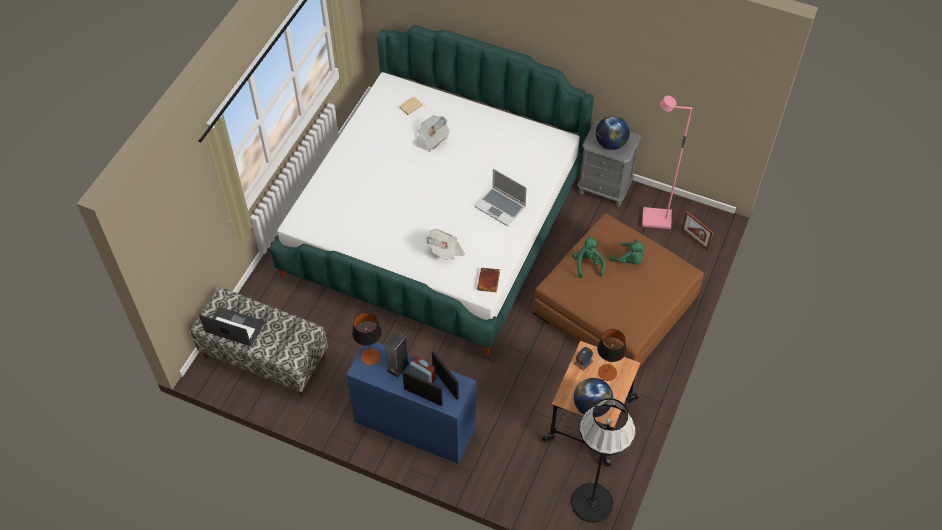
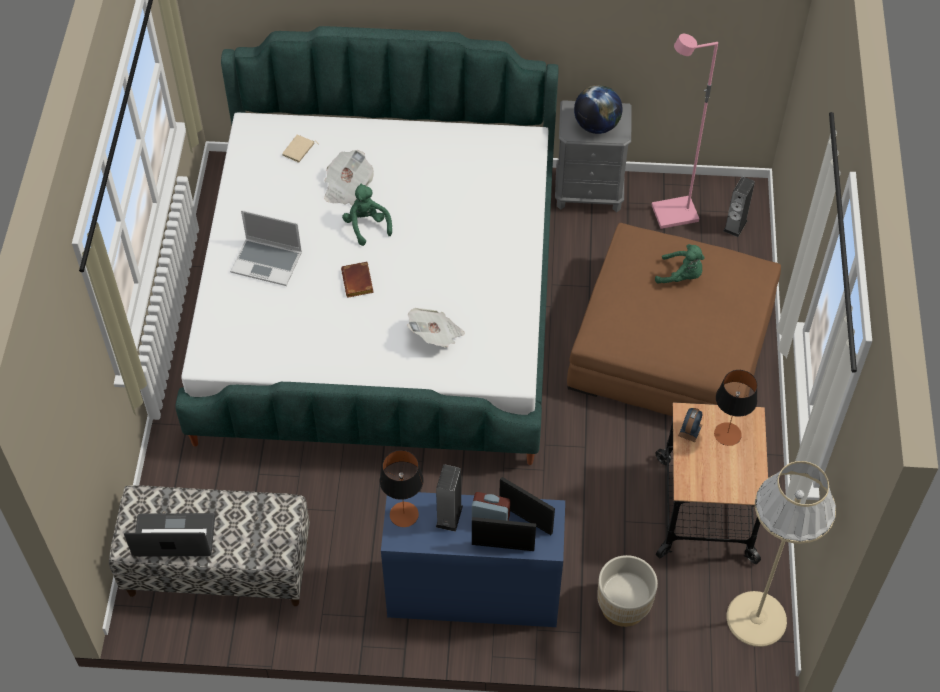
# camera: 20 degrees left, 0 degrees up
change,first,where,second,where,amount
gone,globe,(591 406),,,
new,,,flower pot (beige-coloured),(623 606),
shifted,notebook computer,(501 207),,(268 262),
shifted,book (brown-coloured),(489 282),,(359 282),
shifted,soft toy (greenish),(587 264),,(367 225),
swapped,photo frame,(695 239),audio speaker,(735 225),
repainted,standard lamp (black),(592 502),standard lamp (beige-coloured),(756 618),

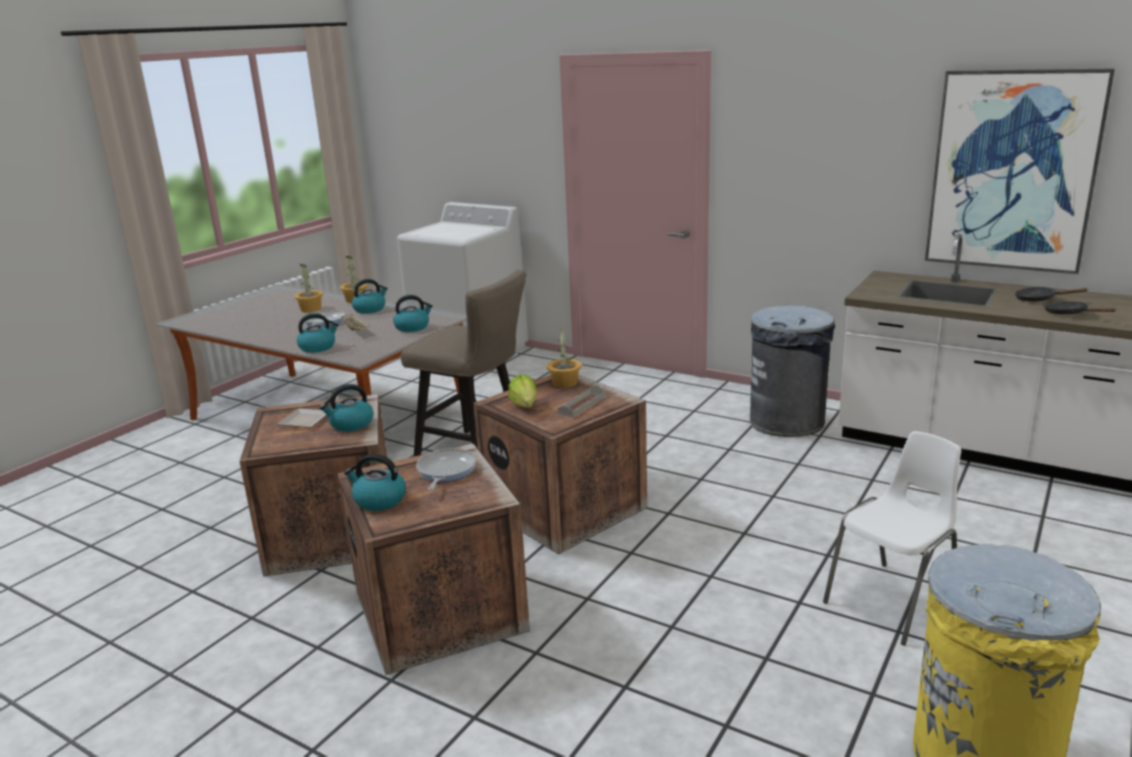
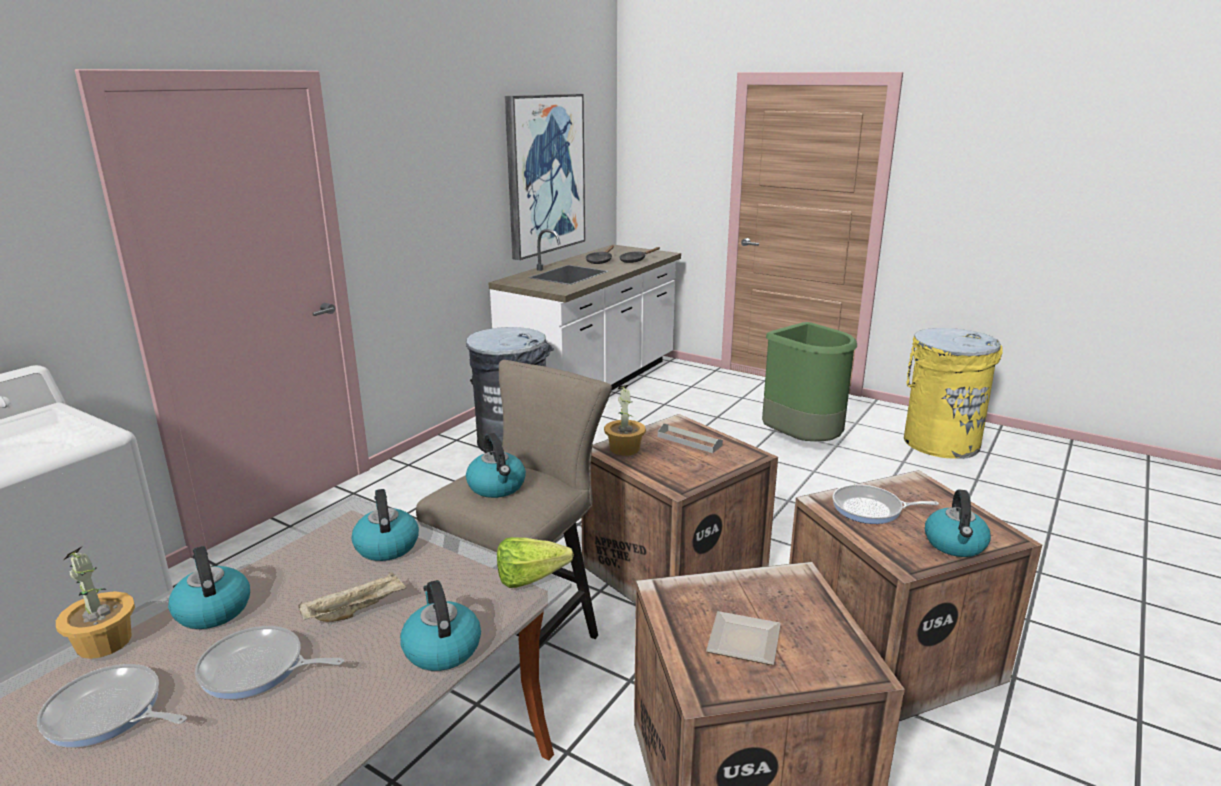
# camera: 90 degrees left, 0 degrees up
change,first,where,second,where,amount
shifted,tea kettle,(351 424),,(497 487),
shifted,lettuce head,(524 408),,(536 579),
swapped,plant in a pot,(310 309),skillet,(108 713),
swapped,upright chair (whitish),(893 601),trash can (greenish),(803 442),

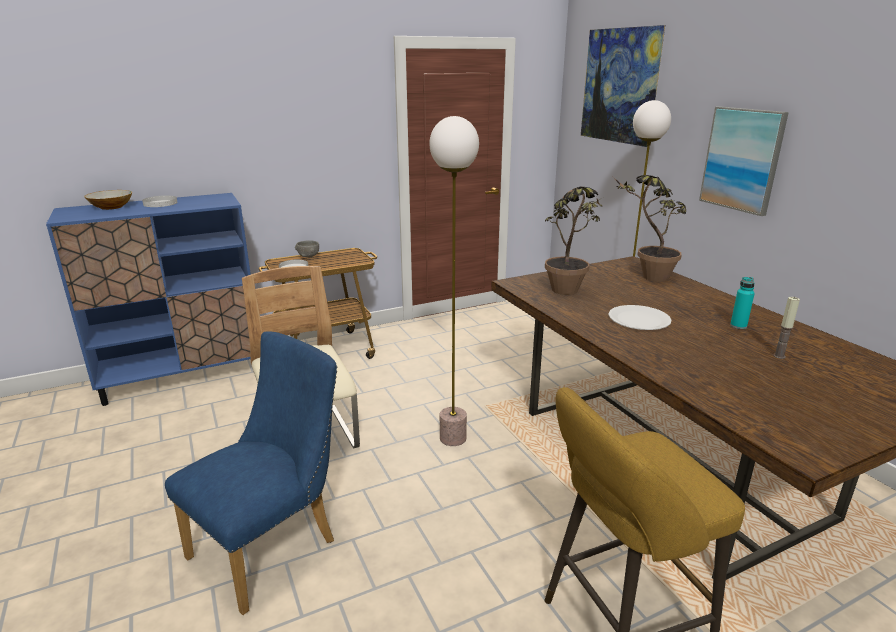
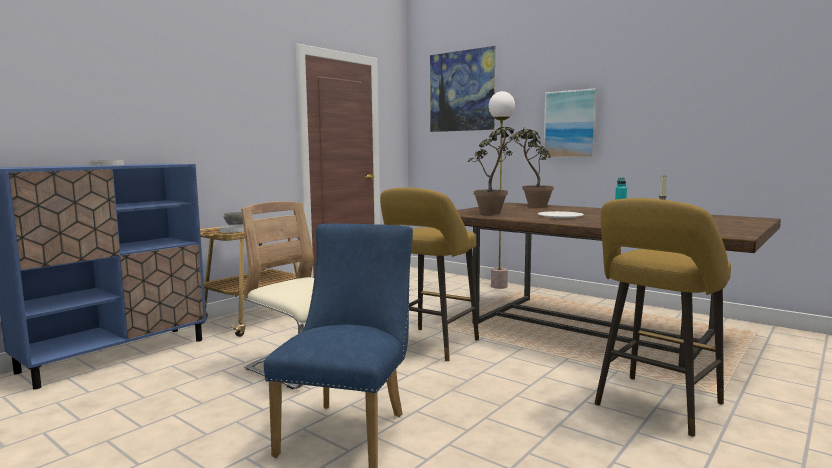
# camera: 25 degrees left, 15 degrees down
change,first,where,second,where,amount
gone,bowl,(111 207),,,
swapped,standard lamp,(452 438),stool (yellow-coloured),(429 345),

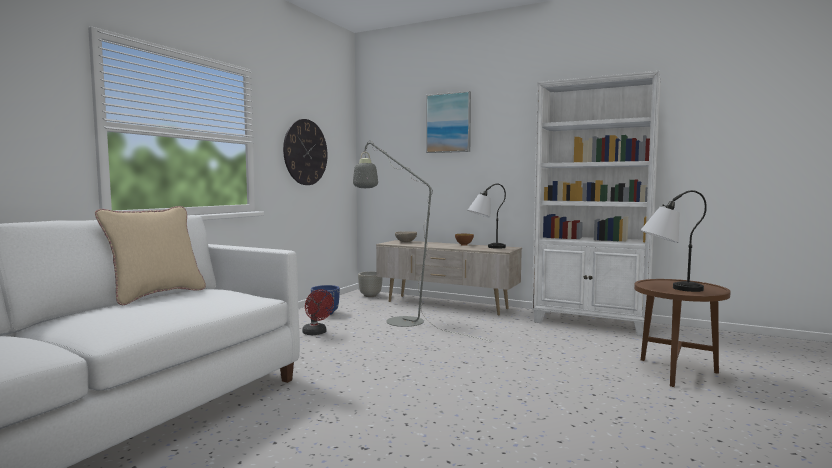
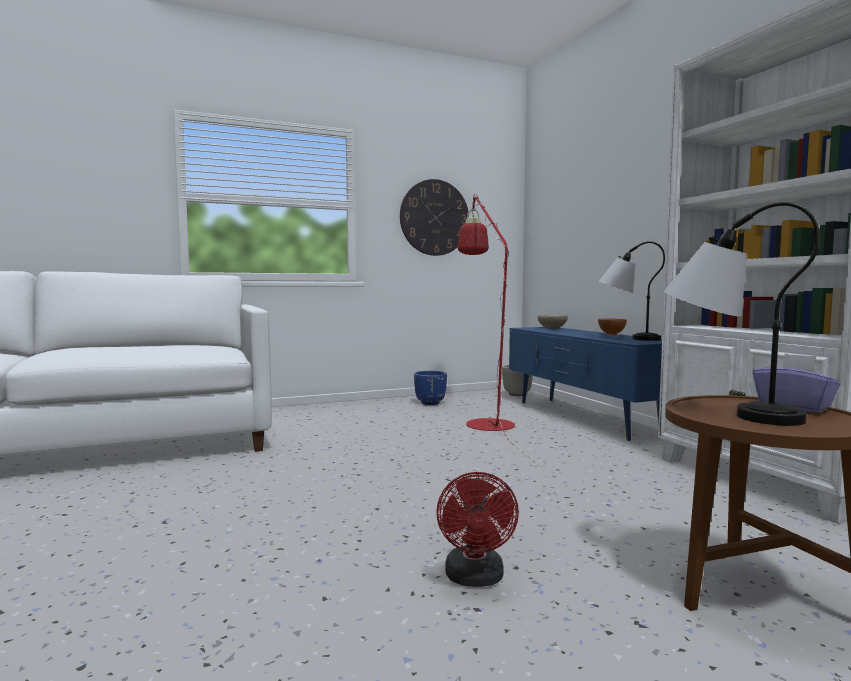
# camera: 40 degrees right, 0 degrees up
change,first,where,second,where,amount
gone,cushion (beige-coloured),(156 295),,,
gone,wall picture,(448 123),,,
new,,,box of tissues (purple-coloured),(794 406),
shifted,fan (reddish),(316 333),,(475 579),
repainted,standard lamp (gray),(397 319),standard lamp (reddish),(486 421),
repainted,media console (beige-coloured),(446 305),media console (blue),(583 418),

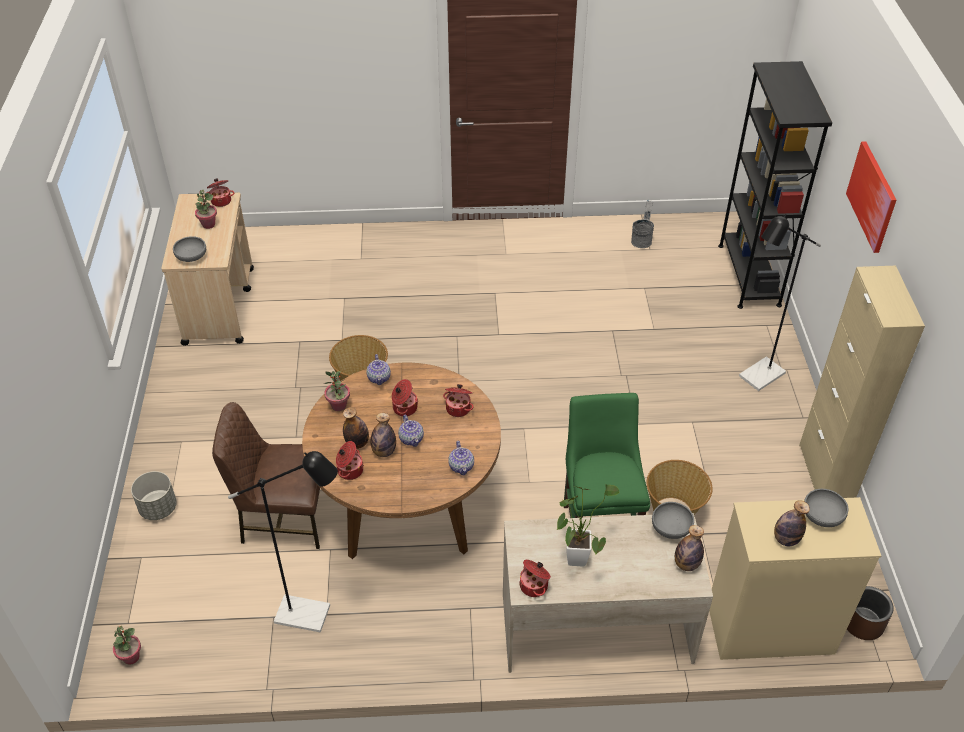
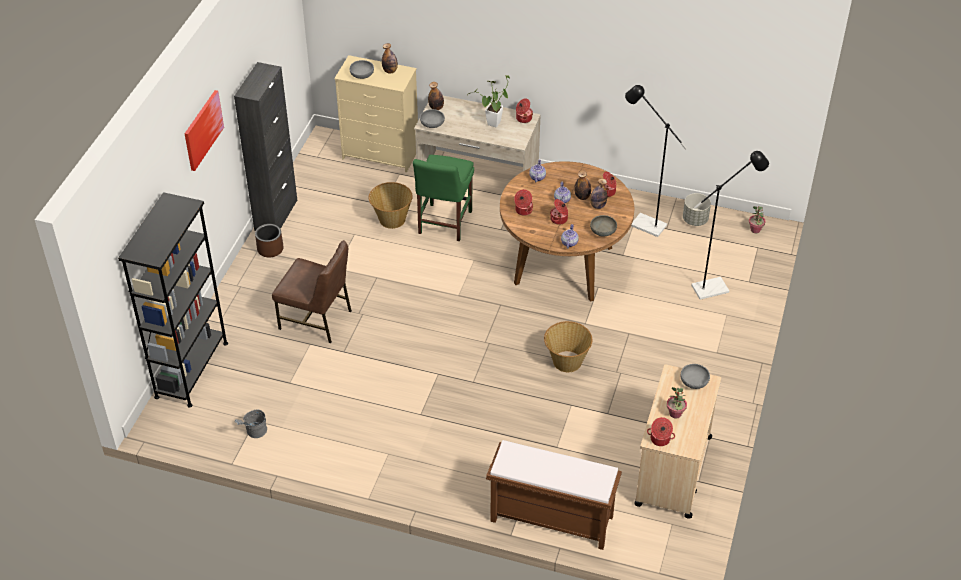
# camera: 160 degrees left, 0 degrees up
change,first,where,second,where,amount
new,,,bench (brown-coloured),(550 519),
shifted,flower pot (gray),(158 508),,(695 220),
shifted,upright chair (brown-coloured),(284 517),,(317 319),
shifted,standard lamp (black),(756 378),,(716 287),
shifted,flower pot (brown-coloured),(863 623),,(270 249),
swapped,plant in a pot,(339 405),bowl (gray),(603 231),
repainted,cabinet (beige-coloured),(825 473),cabinet (black),(276 215),

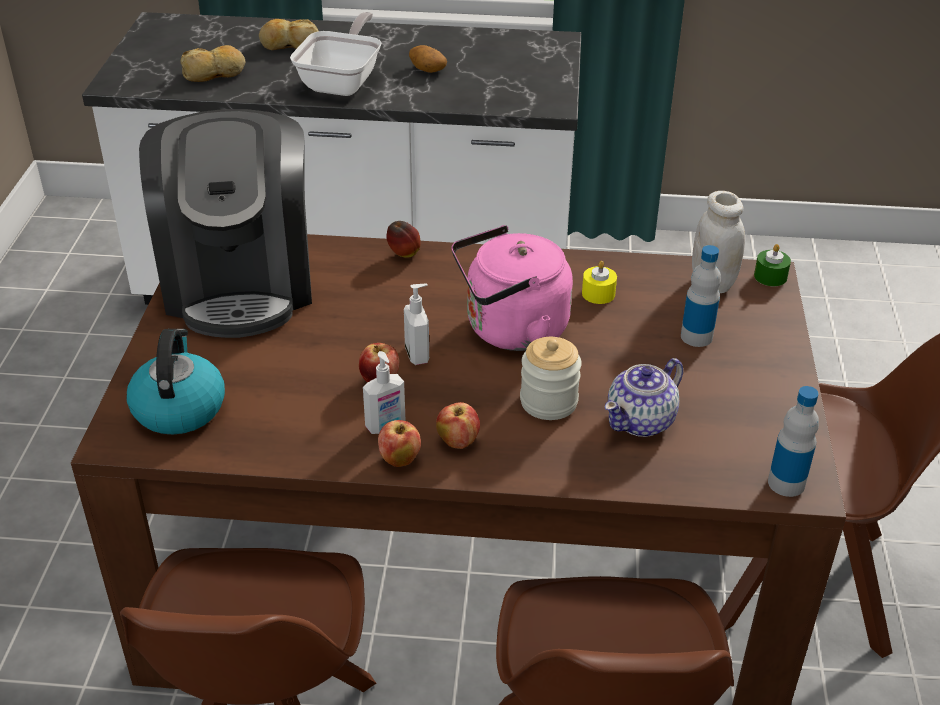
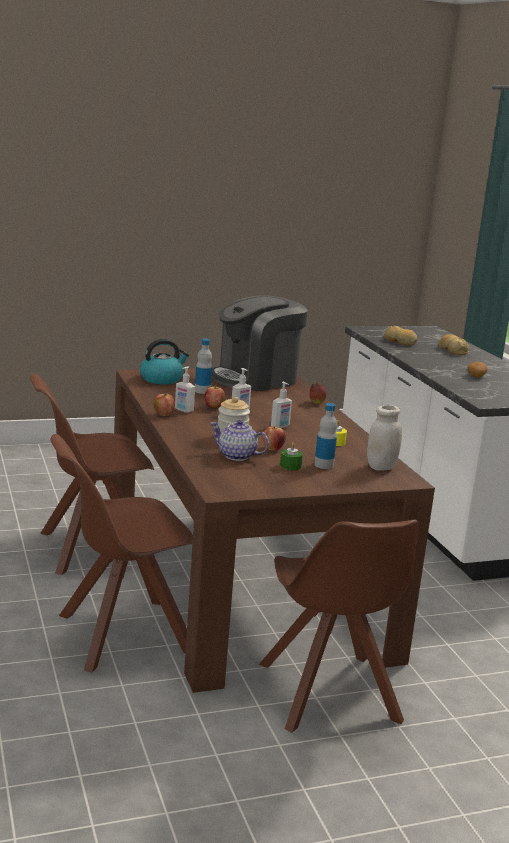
# camera: 65 degrees right, 20 degrees down
change,first,where,second,where,amount
gone,skillet,(343 82),,,
shifted,apple,(458 441),,(273 449),
shifted,wax candle (greenish),(770 276),,(290 466),
shifted,beverage bottle,(786 483),,(202 391),
swapped,tea kettle (pink),(510 330),soap bottle,(280 426),

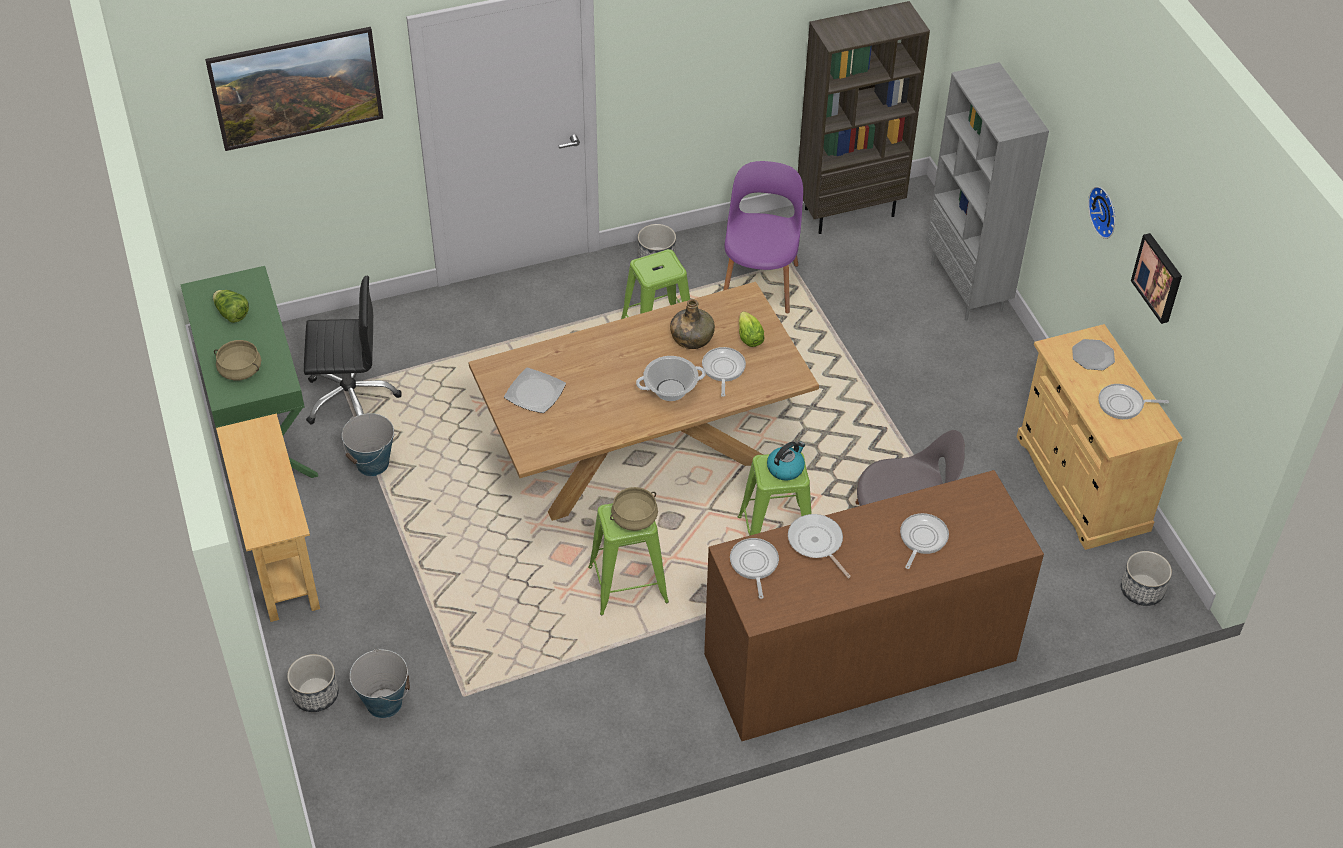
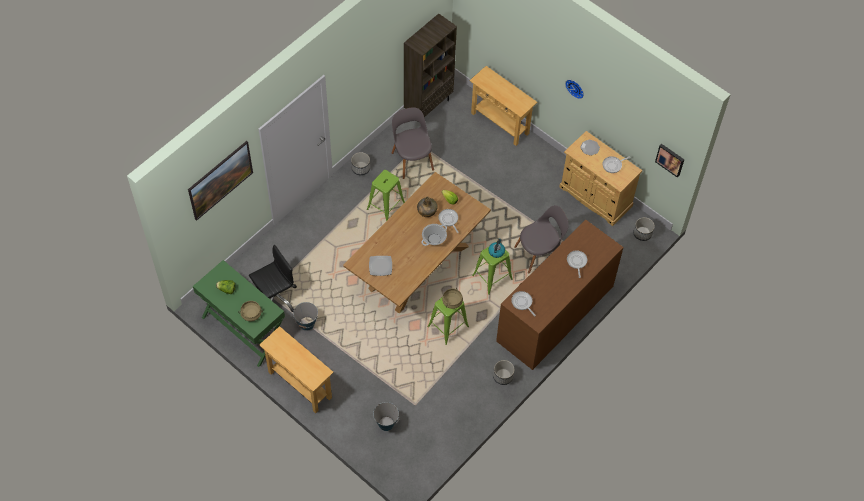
# camera: 30 degrees left, 10 degrees up
change,first,where,second,where,amount
gone,skillet,(816 543),,,
shifted,flower pot,(316 694),,(503 376),
shifted,wall picture,(1159 277),,(670 159),
swapped,shelving unit (gray),(967 287),narrow table (beige-coloured),(500 123),
repainted,upright chair (purple-coloured),(760 281),upright chair (gray),(412 159),

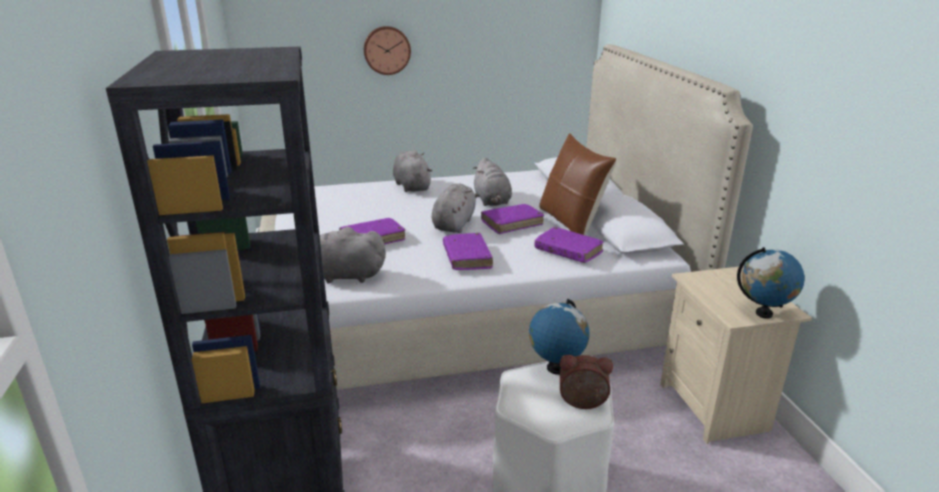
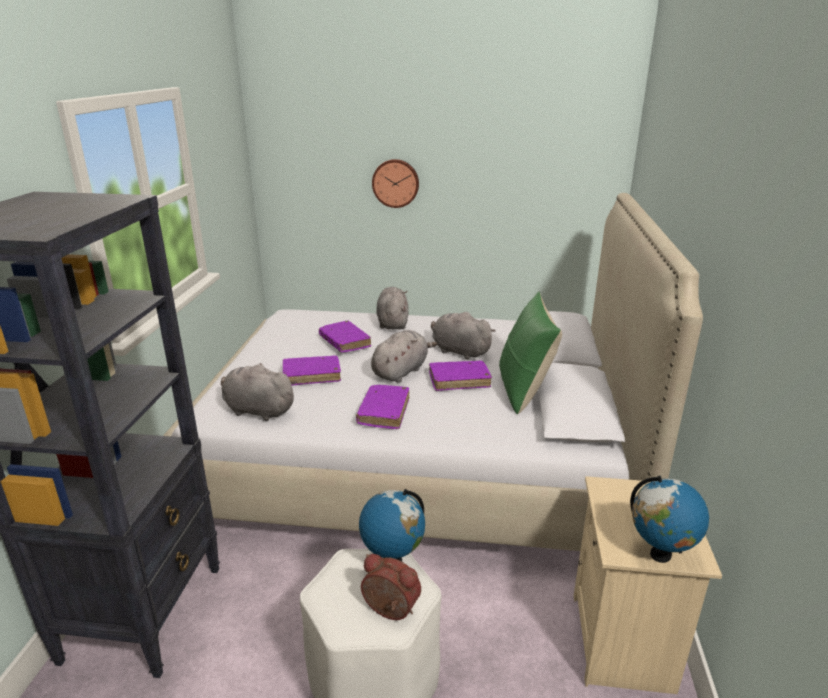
# camera: 20 degrees right, 0 degrees up
change,first,where,second,where,amount
shifted,book (purple-coloured),(568 251),,(344 342),
repainted,cushion (brown-coloured),(571 222),cushion (greenish),(523 389),
rotated,soft toy (gray),(492 201),,(459 351),120 degrees clockwise

